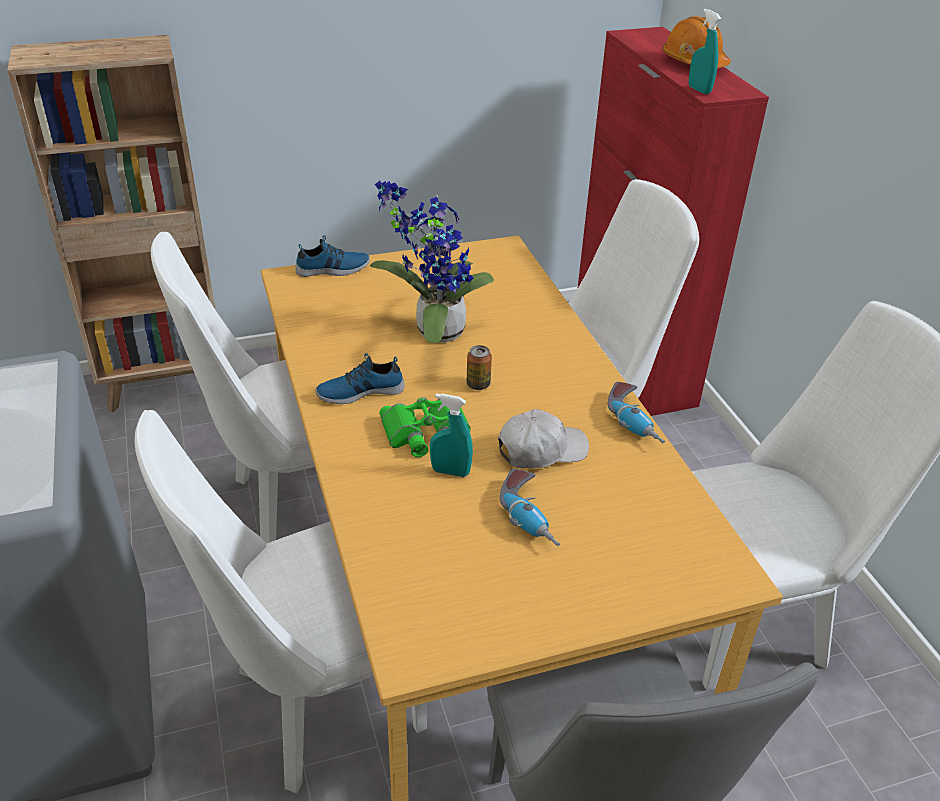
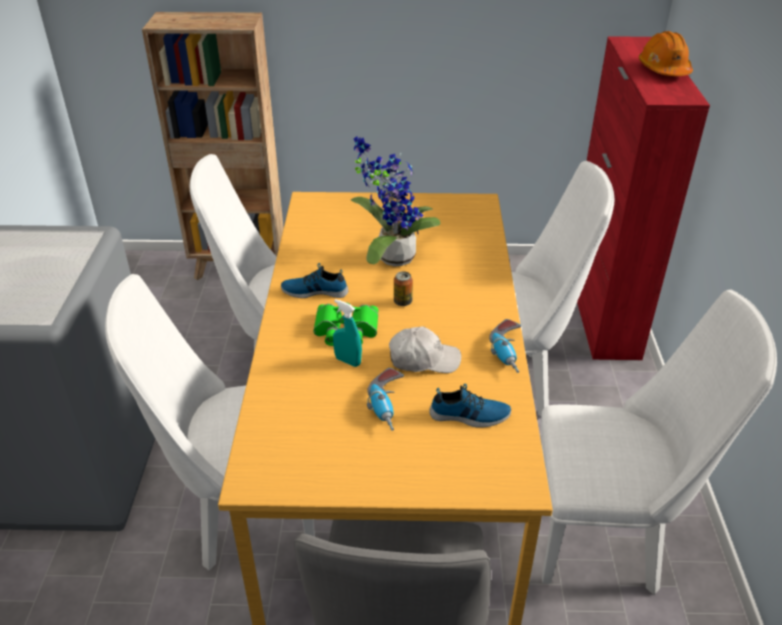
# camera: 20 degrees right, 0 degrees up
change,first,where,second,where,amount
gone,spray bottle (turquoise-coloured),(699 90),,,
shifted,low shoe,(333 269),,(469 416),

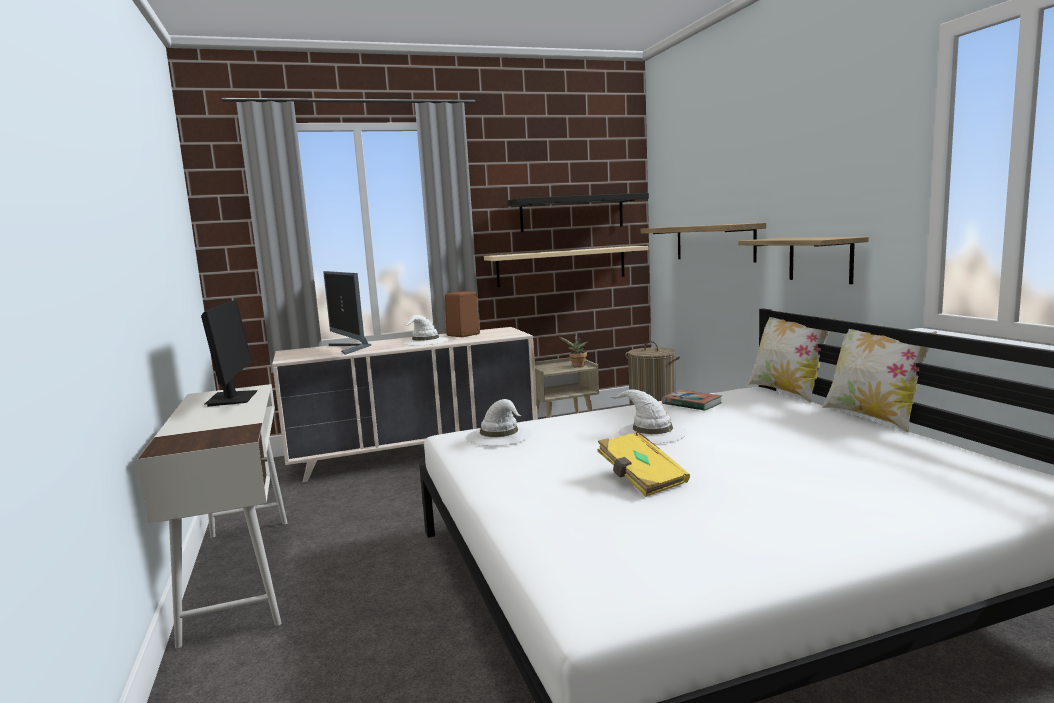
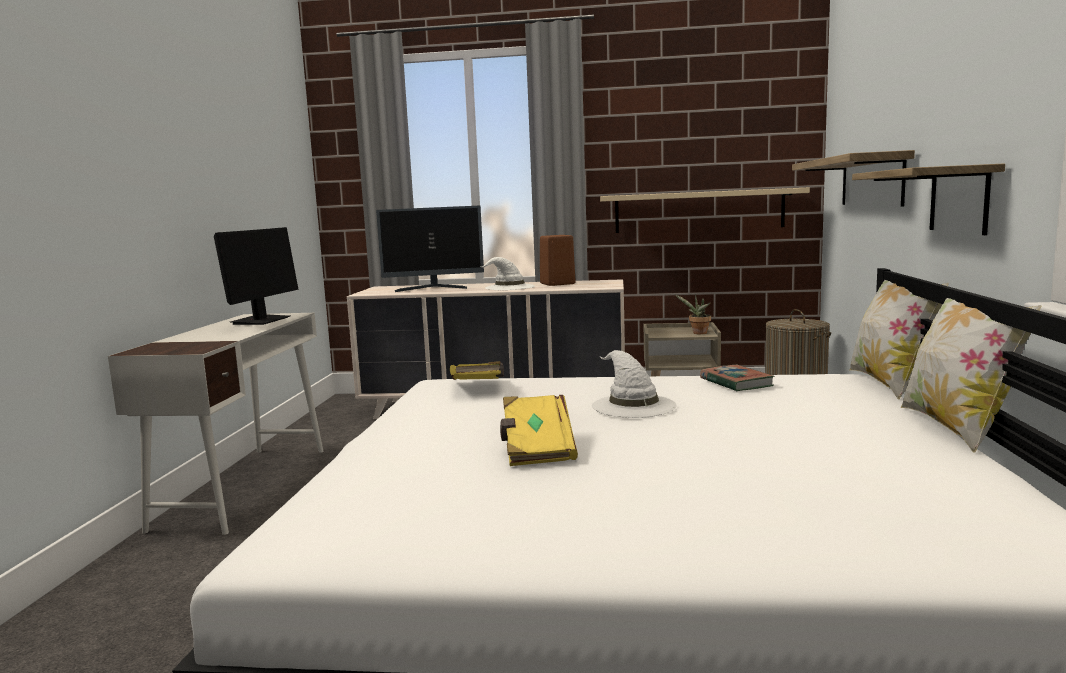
# camera: 25 degrees right, 0 degrees up
change,first,where,second,where,amount
gone,wall shelf (black),(572 213),,,
swapped,clothing hat (whitish),(500 436),book (yellow-coloured),(478 387),
rotated,computer screen,(351 348),,(434 288),90 degrees counterclockwise

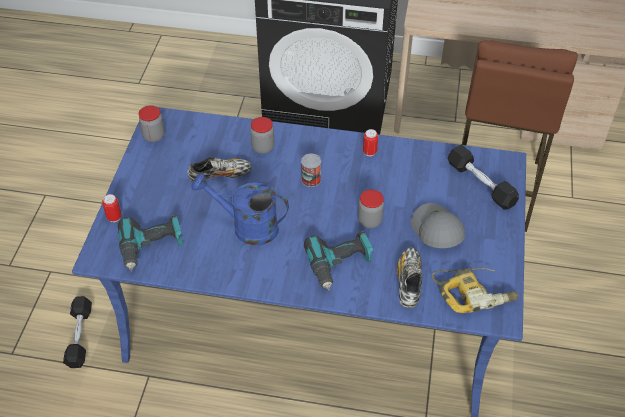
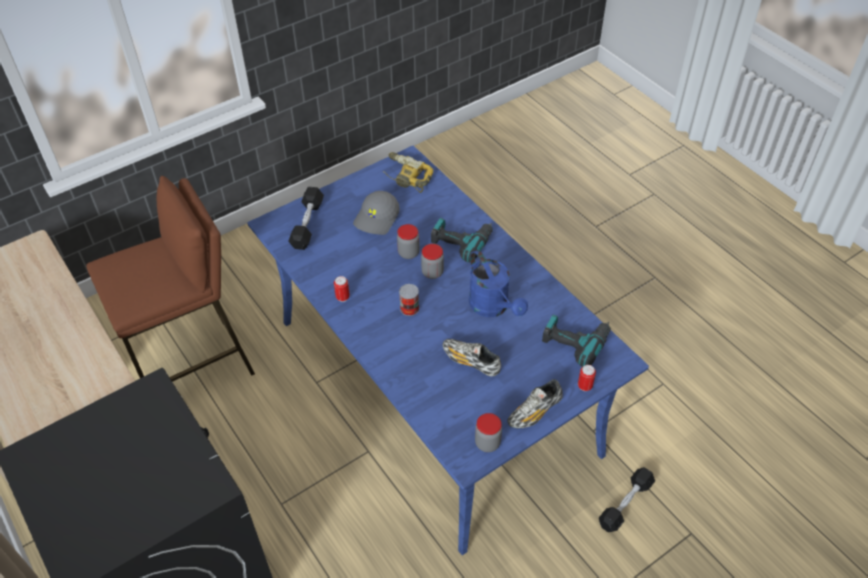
# camera: 135 degrees left, 0 degrees up
change,first,where,second,where,amount
shifted,storage jar,(263 147),,(432 272),
shifted,low shoe,(409 282),,(534 412),

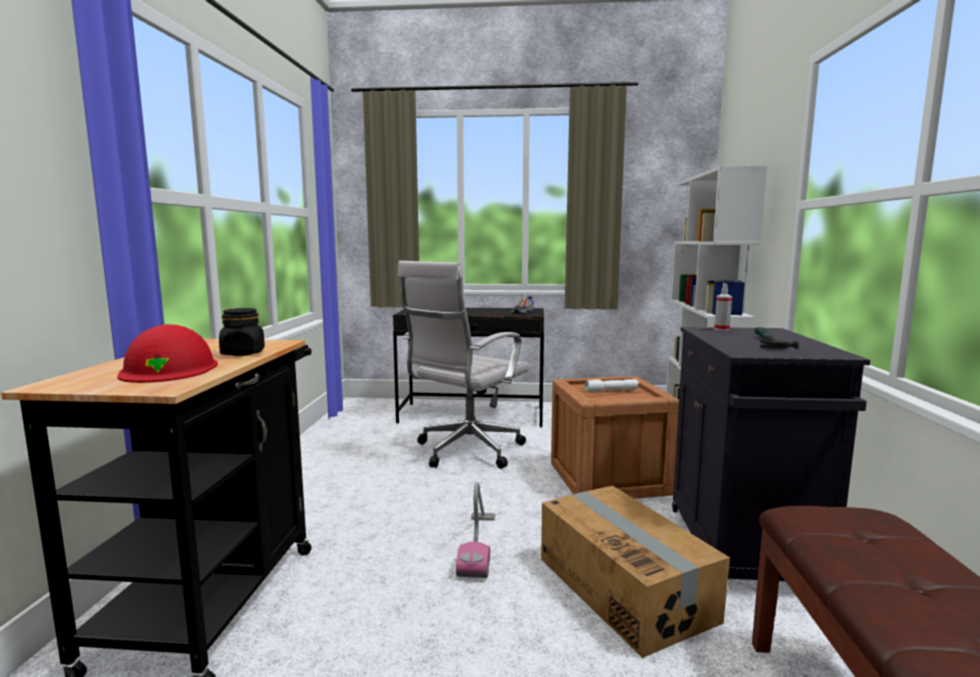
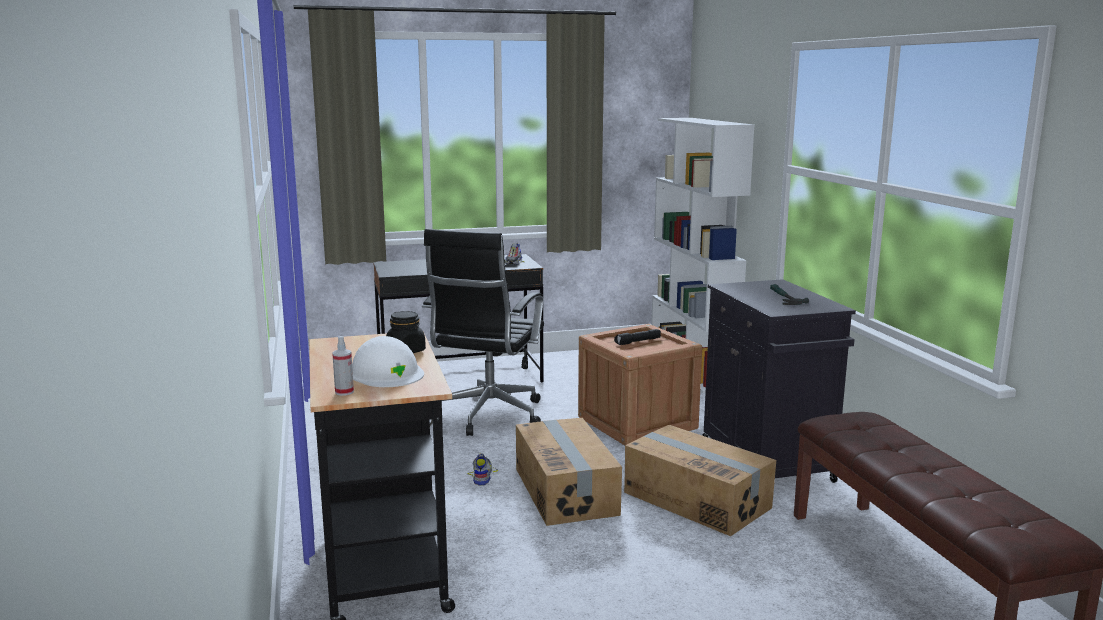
# camera: 20 degrees left, 5 degrees up
change,first,where,second,where,amount
new,,,low shoe,(481 474),
shifted,spray bottle,(721 329),,(344 392),
swapped,vacuum,(478 545),cardboard box,(566 491),
repainted,work helmet (reddish),(169 369),work helmet (whitish),(386 373),
repainted,computer chair (whitish),(466 452),computer chair (black),(487 416),
repainted,flashlight (whitish),(611 391),flashlight (black),(637 342),

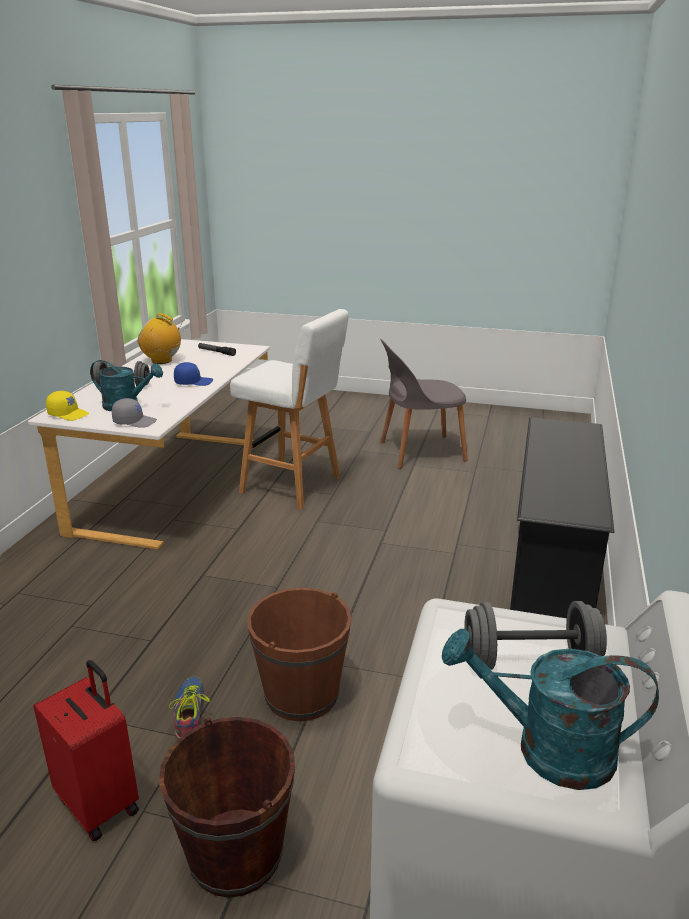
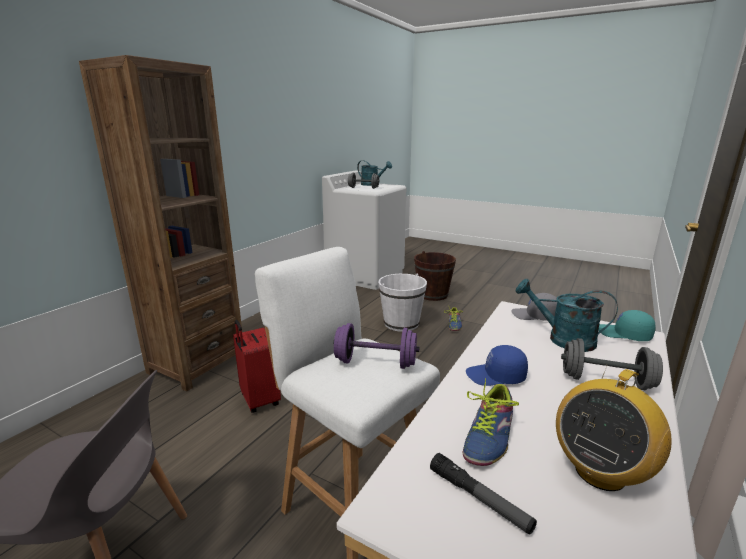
# camera: 165 degrees left, 5 degrees down
change,first,where,second,where,amount
new,,,free weight (purple-coloured),(375 363),
new,,,low shoe,(489 436),
shifted,travel case (reddish),(100 803),,(259 400),
swapped,shoe shelf (black),(552 558),shelving unit (brown-coloured),(197 364),
repainted,cap (yellow-coloured),(69 414),cap (turquoise-coloured),(624 334),
repainted,pail (brown-coloured),(301 694),pail (whitish),(401 323),
rotated,radio set,(162 360),,(600 472),105 degrees clockwise

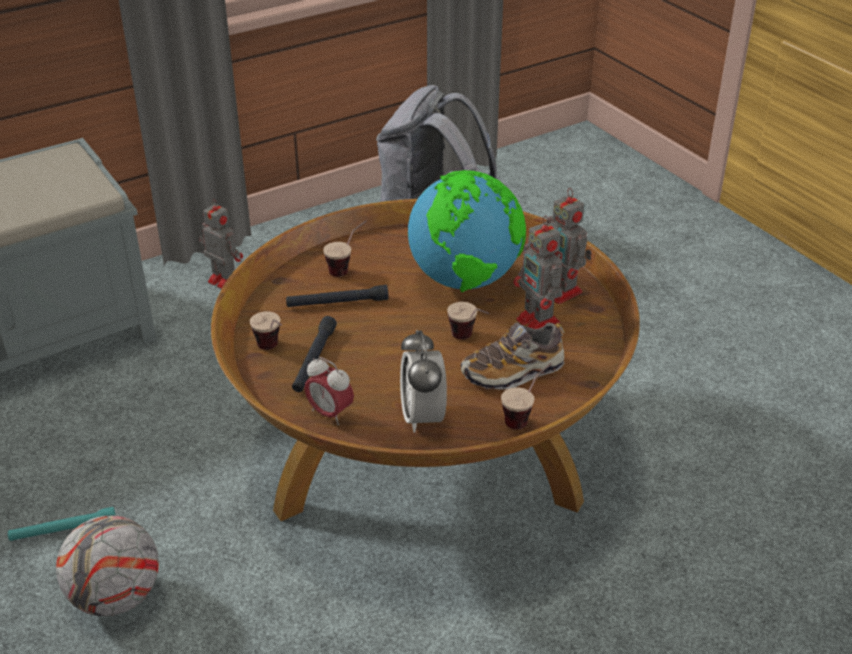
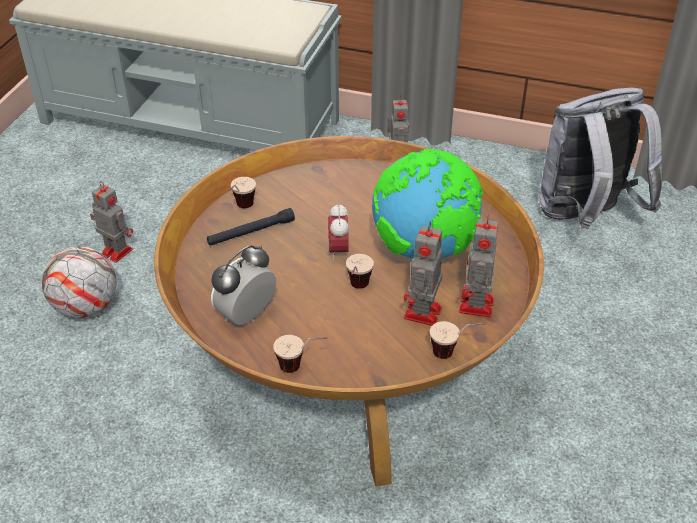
# camera: 50 degrees right, 5 degrees up
change,first,where,second,where,amount
gone,flashlight (black),(337 303),,,
gone,low shoe,(513 372),,,
shifted,alarm clock,(330 414),,(338 251),
shifted,cup,(347 268),,(454 353),
swapped,flashlight (turquoise-coloured),(63 530),model robot,(115 251),

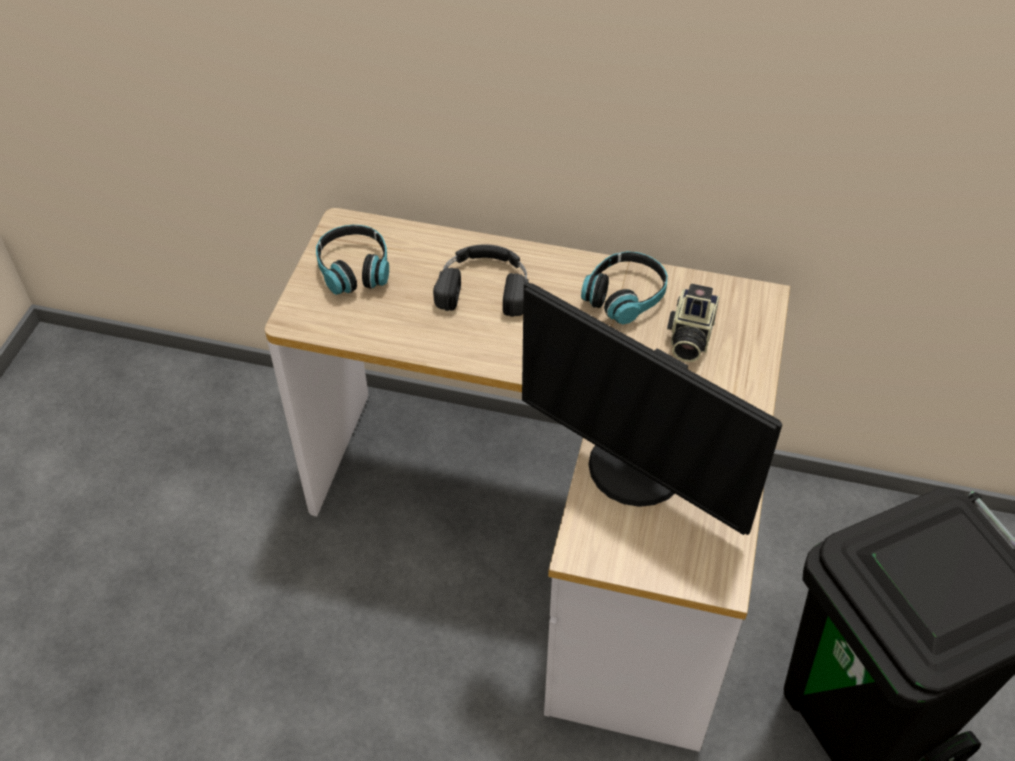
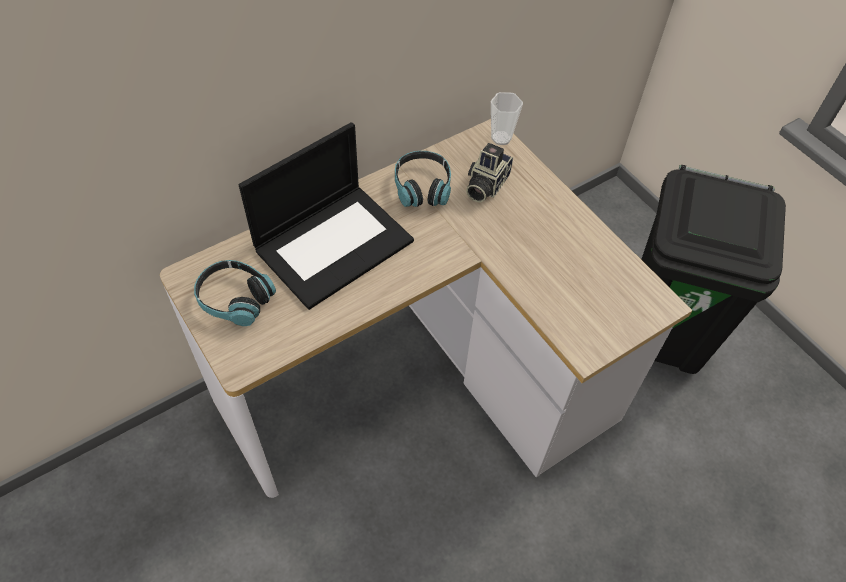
# camera: 50 degrees left, 5 degrees up
change,first,where,second,where,amount
gone,computer screen,(634 470),,,
new,,,cup,(501 138),
swapped,headphones (black),(484 285),notebook computer,(334 243),
rotated,photo camera,(689 338),,(485 185),60 degrees clockwise

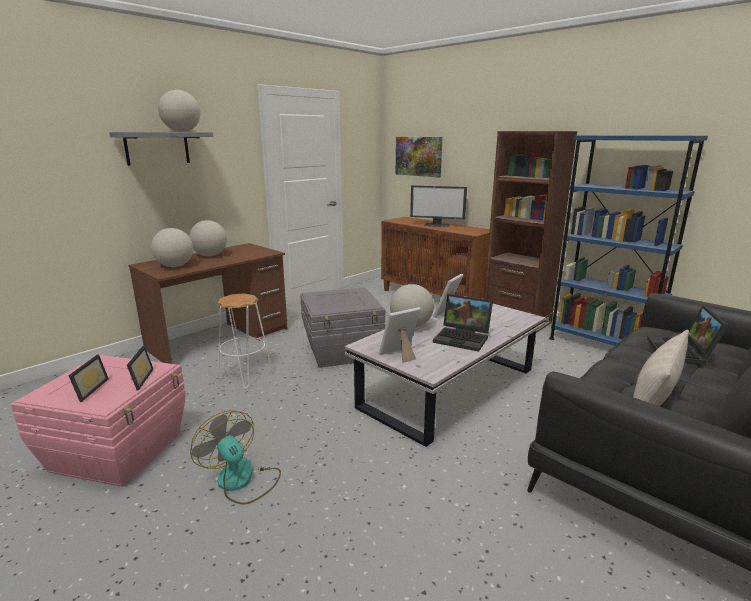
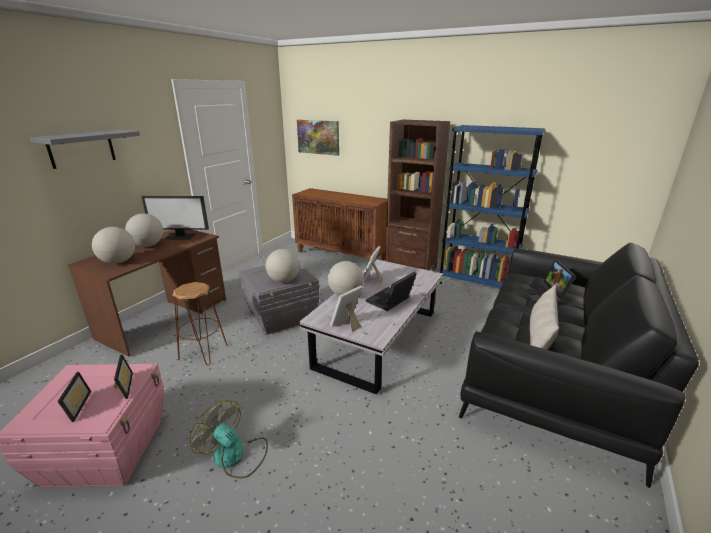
# camera: 15 degrees left, 5 degrees up
change,first,where,second,where,amount
shifted,globe,(182 131),,(283 280),
shifted,computer screen,(437 225),,(181 236),
repainted,stool (whitish),(245 375),stool (brown-coloured),(203 352),
rotated,notebook computer,(463 338),,(390 301),120 degrees clockwise

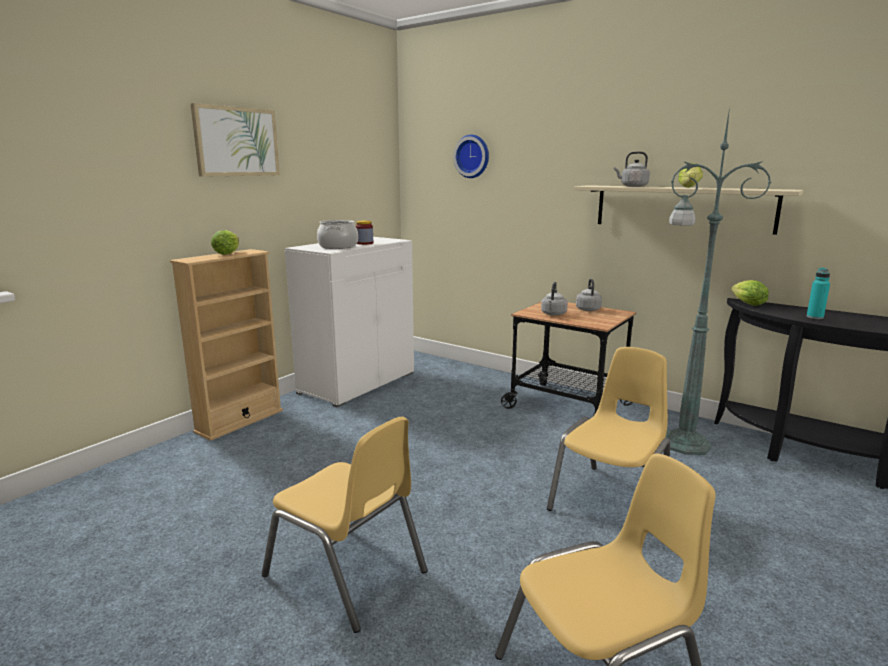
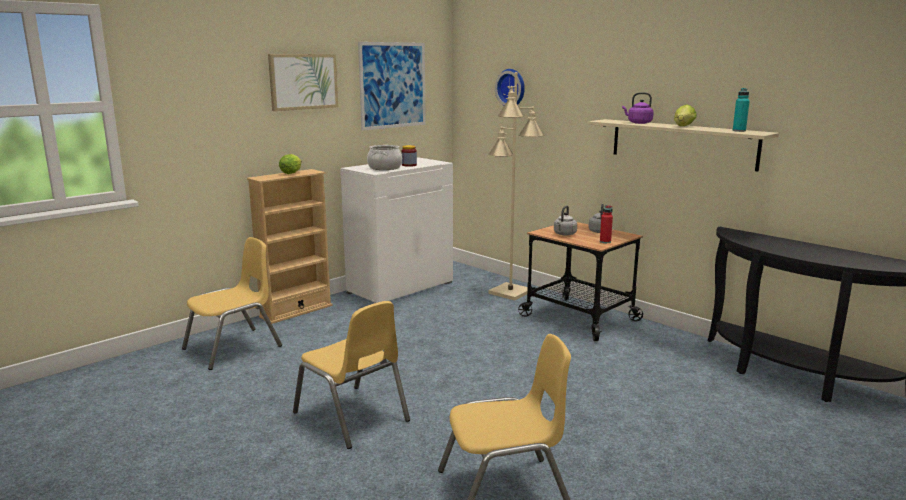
# camera: 10 degrees right, 0 degrees up
change,first,where,second,where,amount
gone,standard lamp (greenish),(682 443),,,
gone,lettuce head,(746 303),,,
new,,,wall picture,(393 85),
new,,,standard lamp (beige-coloured),(509 292),
new,,,beverage bottle (reddish),(605 242),
shifted,upright chair (yellow-coloured),(611 501),,(233 348),
shifted,beverage bottle (turquoise-coloured),(814 317),,(739 131),
repainted,tea kettle (gray),(632 186),tea kettle (purple-coloured),(638 123),

